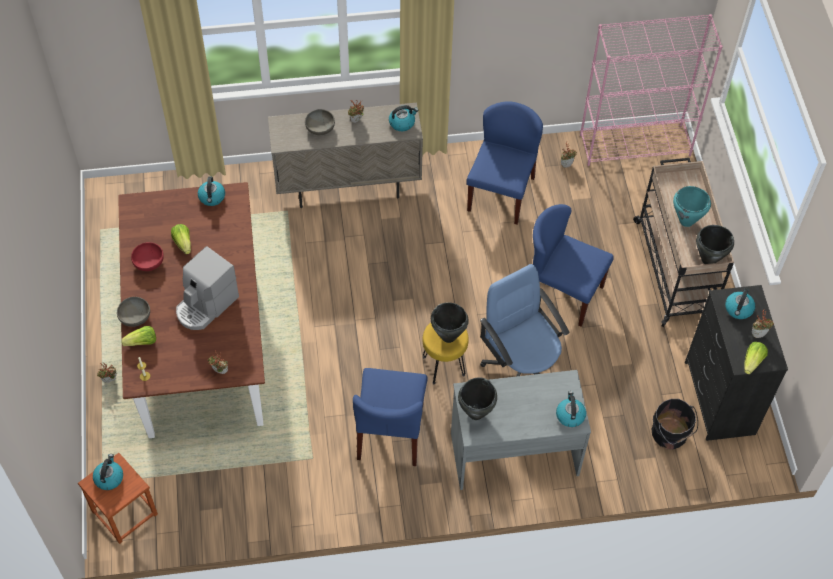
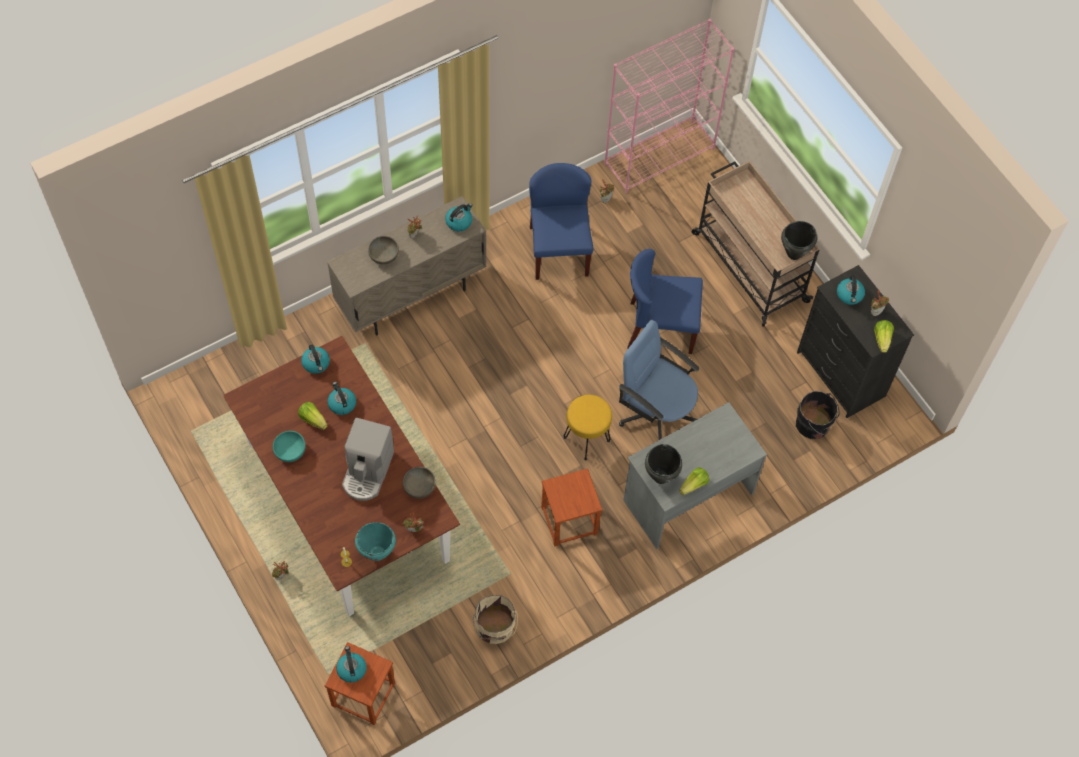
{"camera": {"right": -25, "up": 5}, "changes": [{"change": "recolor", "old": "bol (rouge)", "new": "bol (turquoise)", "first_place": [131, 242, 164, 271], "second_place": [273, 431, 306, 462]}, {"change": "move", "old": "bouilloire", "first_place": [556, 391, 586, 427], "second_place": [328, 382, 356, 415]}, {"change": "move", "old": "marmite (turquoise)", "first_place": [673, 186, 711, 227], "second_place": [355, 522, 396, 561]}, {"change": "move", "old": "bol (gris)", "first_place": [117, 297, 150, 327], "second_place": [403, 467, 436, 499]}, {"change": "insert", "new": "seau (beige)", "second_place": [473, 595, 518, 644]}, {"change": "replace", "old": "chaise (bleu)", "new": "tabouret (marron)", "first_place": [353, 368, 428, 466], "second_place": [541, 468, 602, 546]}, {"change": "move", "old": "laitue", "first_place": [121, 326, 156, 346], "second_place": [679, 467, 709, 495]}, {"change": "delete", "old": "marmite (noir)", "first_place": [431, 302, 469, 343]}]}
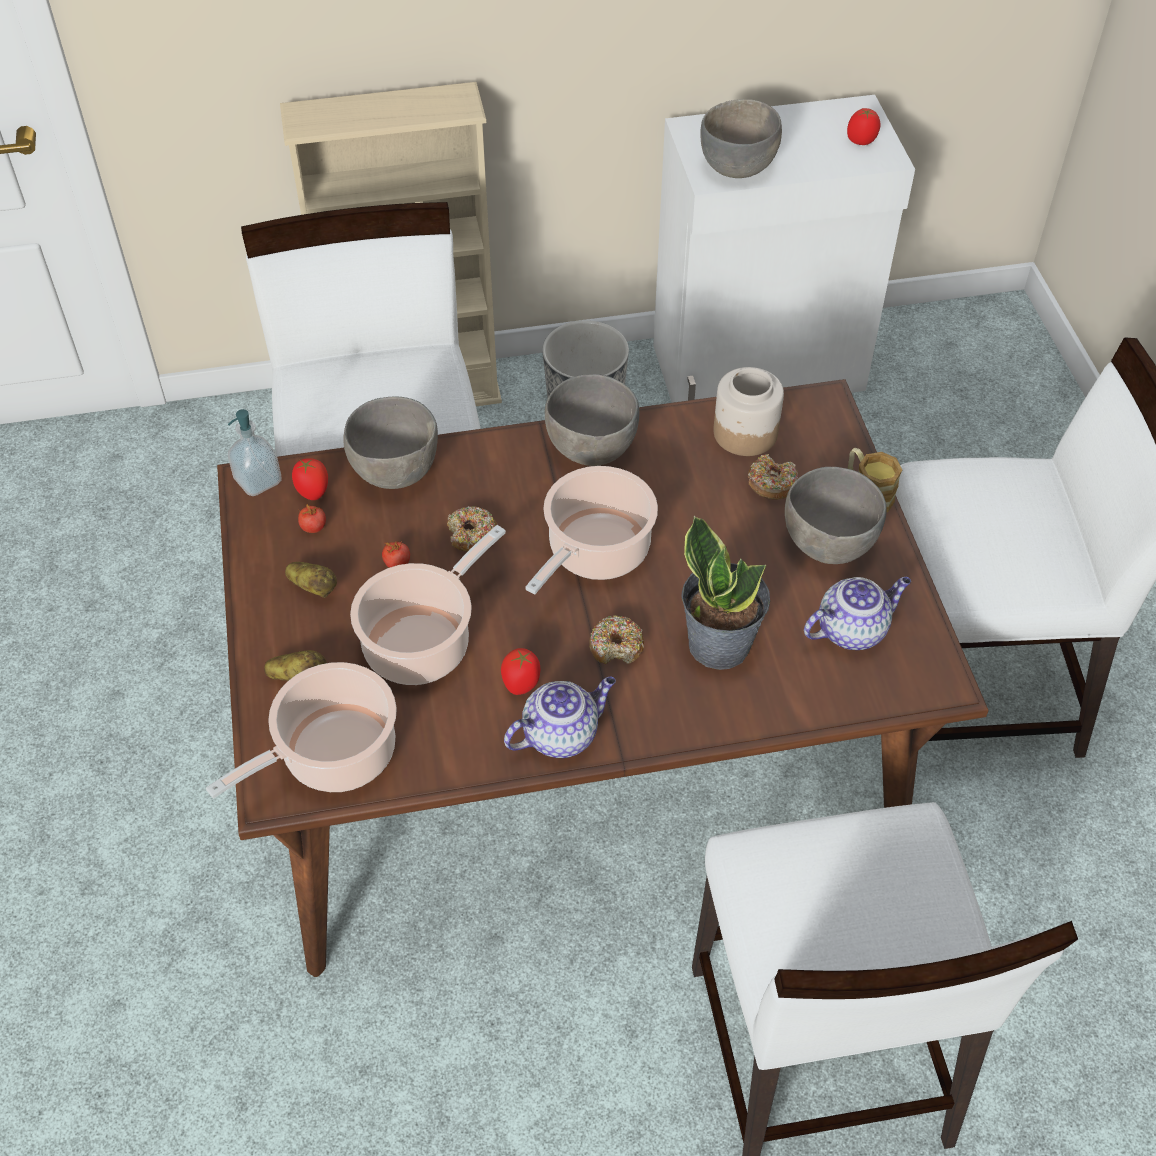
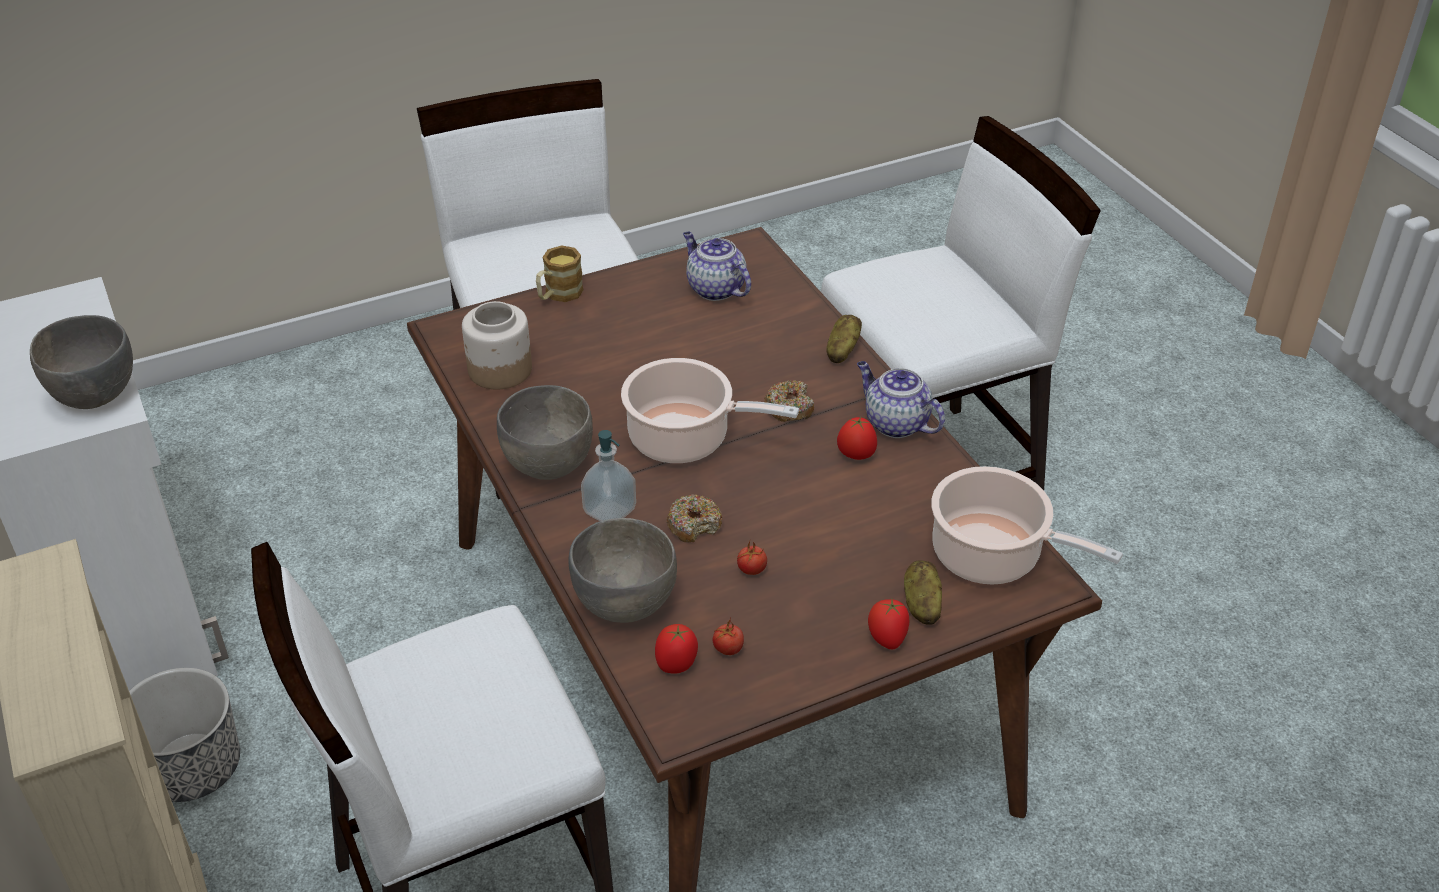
{"camera": {"right": -105, "up": -10}, "changes": [{"change": "move", "old": "distributeur de savon", "first_place": [228, 409, 282, 496], "second_place": [581, 430, 636, 521]}, {"change": "move", "old": "pomme de terre", "first_place": [285, 562, 337, 598], "second_place": [826, 315, 862, 363]}, {"change": "move", "old": "tomate", "first_place": [847, 108, 880, 145], "second_place": [868, 599, 909, 650]}, {"change": "delete", "old": "marmite", "first_place": [350, 525, 506, 685]}, {"change": "delete", "old": "plante en pot", "first_place": [681, 516, 770, 670]}, {"change": "delete", "old": "beignet", "first_place": [748, 454, 798, 500]}, {"change": "delete", "old": "bol (gris)", "first_place": [785, 467, 887, 564]}]}
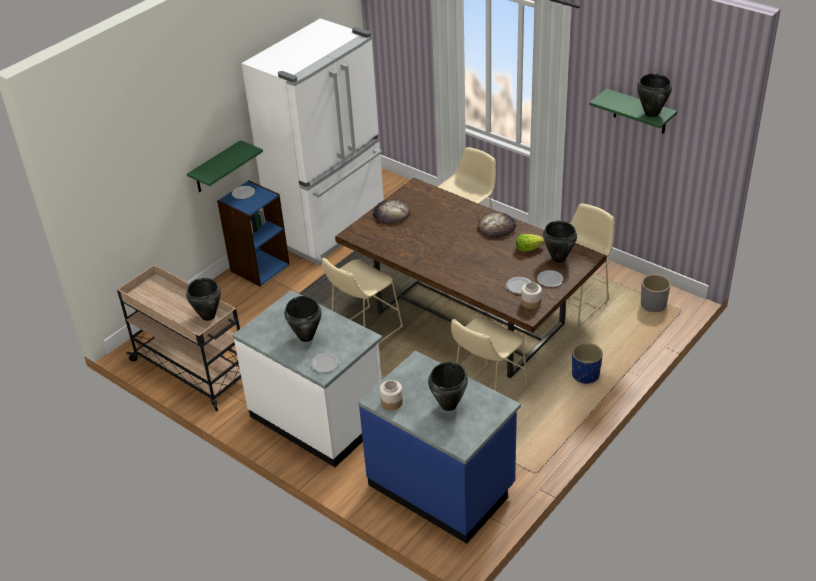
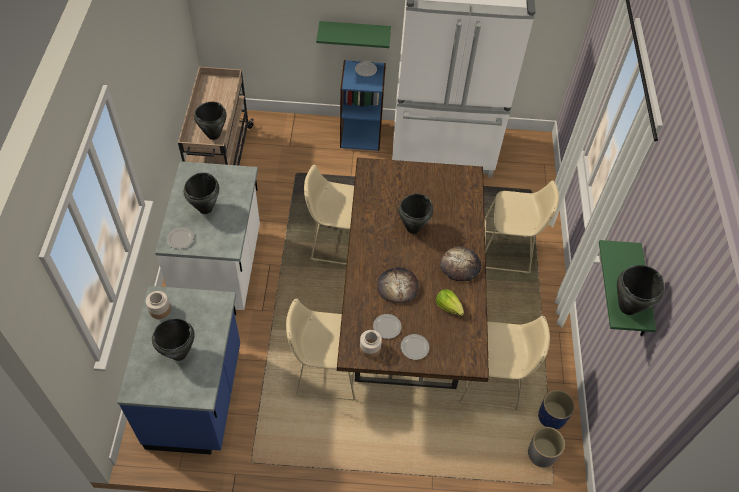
{"camera": {"right": 50, "up": 15}, "changes": [{"change": "move", "old": "pain", "first_place": [373, 199, 410, 224], "second_place": [377, 267, 419, 303]}, {"change": "move", "old": "marmite (noir)", "first_place": [543, 221, 577, 263], "second_place": [398, 194, 433, 234]}, {"change": "move", "old": "cache-pot (bleu)", "first_place": [572, 343, 603, 384], "second_place": [538, 390, 575, 429]}]}
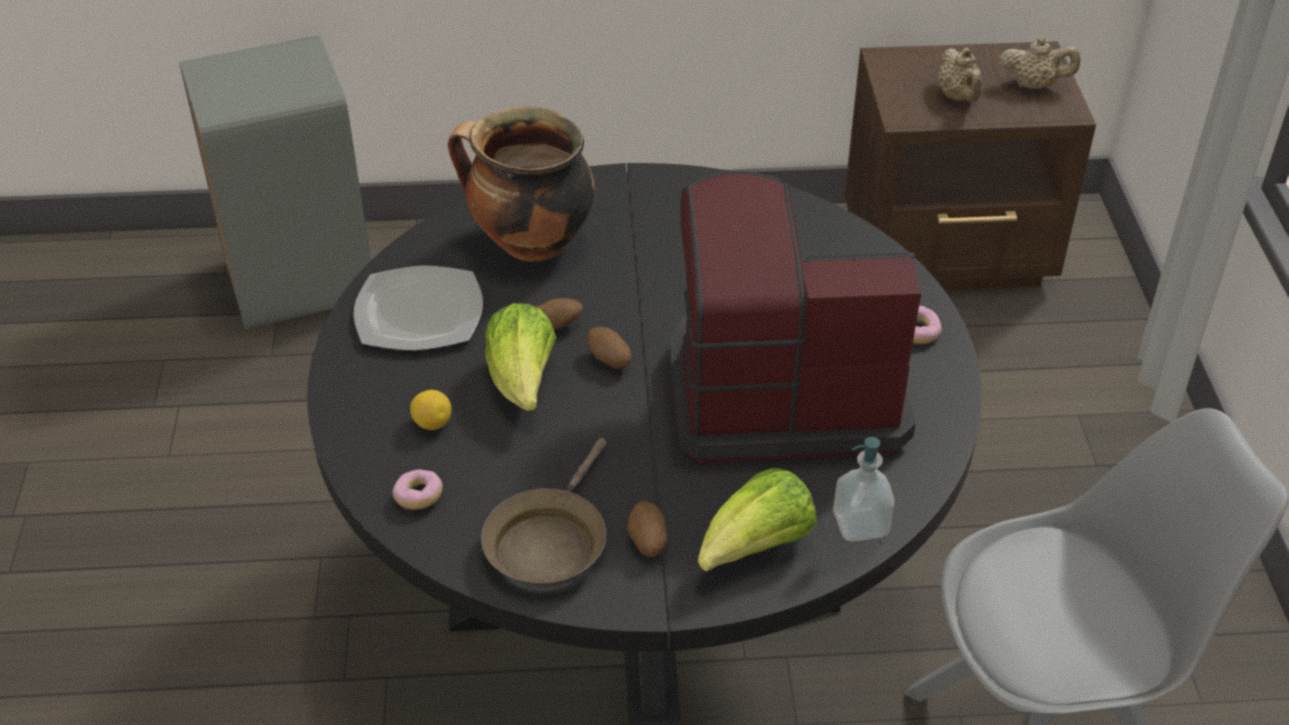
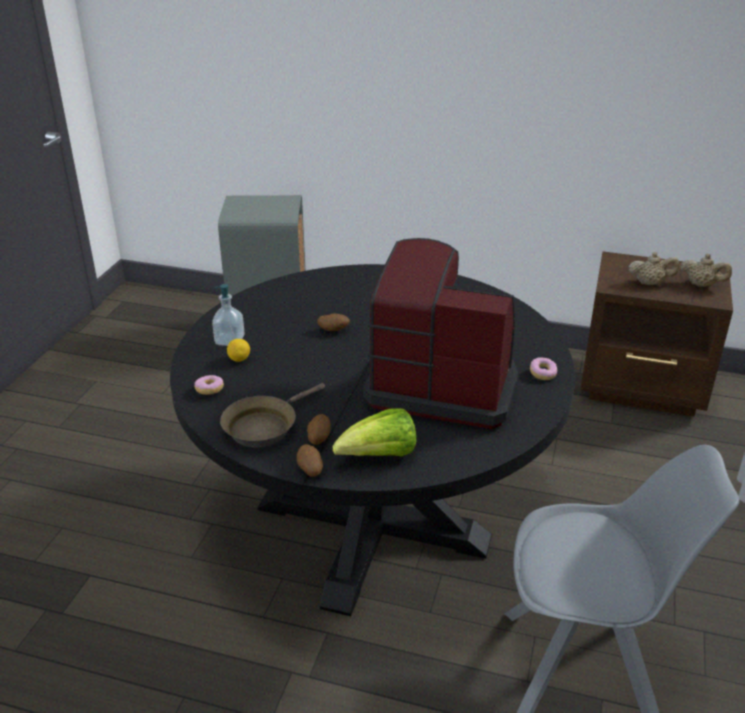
{"camera": {"right": 20, "up": -10}, "changes": [{"change": "move", "old": "distributeur de savon", "first_place": [833, 437, 894, 542], "second_place": [212, 284, 245, 346]}, {"change": "move", "old": "pomme de terre", "first_place": [587, 327, 632, 369], "second_place": [297, 445, 323, 477]}, {"change": "rotate", "old": "théière (beige)", "first_place": [938, 48, 982, 103], "second_place": [629, 252, 679, 285], "degrees": -90}, {"change": "delete", "old": "assiette", "first_place": [354, 265, 483, 351]}, {"change": "delete", "old": "marmite", "first_place": [448, 107, 594, 261]}, {"change": "delete", "old": "laitue", "first_place": [485, 303, 556, 411]}]}
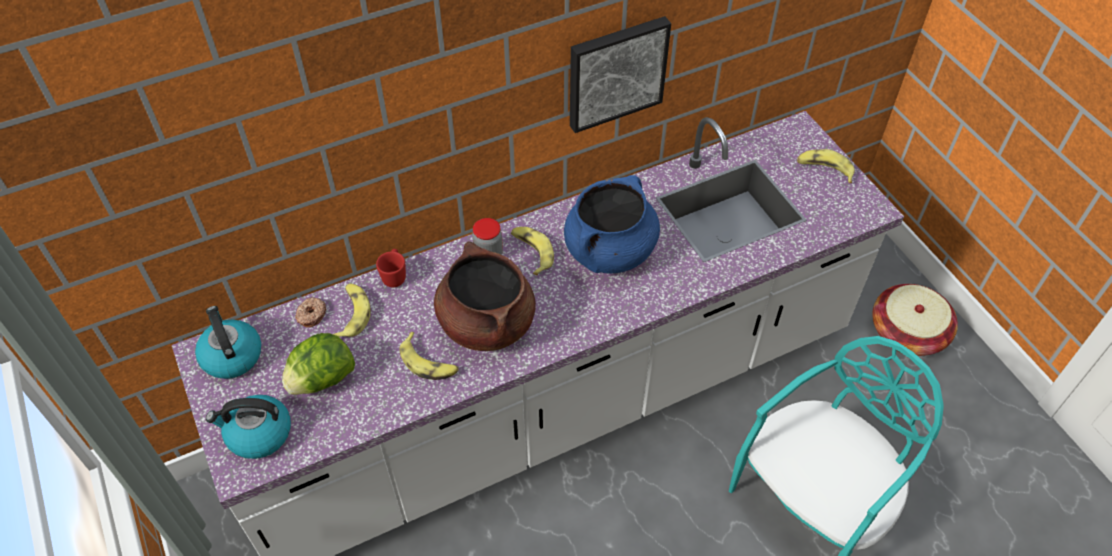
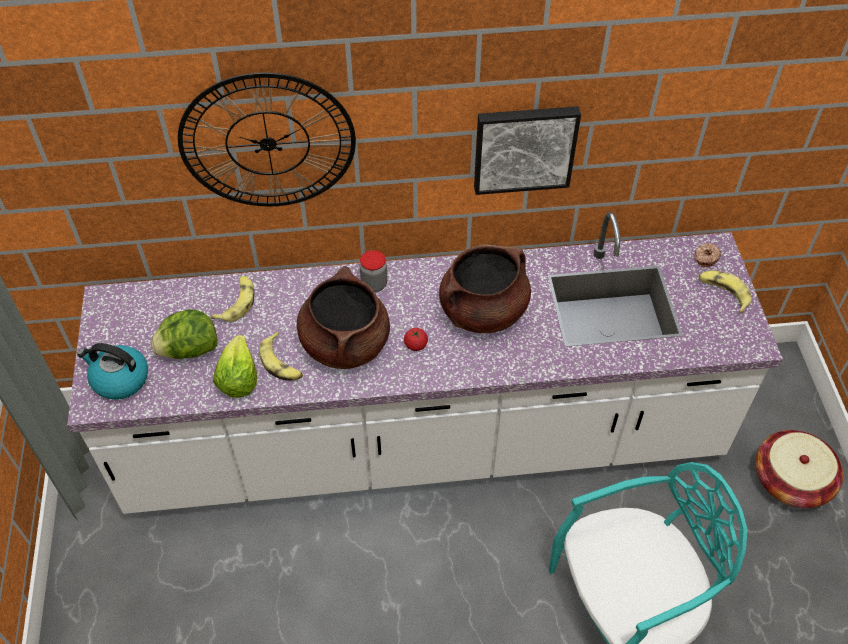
{"camera": {"right": 20, "up": 0}, "changes": [{"change": "insert", "new": "horloge murale", "second_place": [178, 72, 356, 206]}, {"change": "insert", "new": "laitue", "second_place": [213, 335, 257, 398]}, {"change": "insert", "new": "tomate", "second_place": [404, 328, 428, 351]}, {"change": "recolor", "old": "marmite (bleu)", "new": "marmite (marron)", "first_place": [564, 175, 660, 273], "second_place": [439, 244, 531, 333]}, {"change": "move", "old": "beignet", "first_place": [295, 297, 326, 327], "second_place": [694, 243, 721, 267]}, {"change": "delete", "old": "bouilloire", "first_place": [195, 306, 261, 379]}, {"change": "delete", "old": "mug (rouge)", "first_place": [376, 249, 406, 287]}, {"change": "delete", "old": "banane", "first_place": [511, 227, 554, 275]}]}
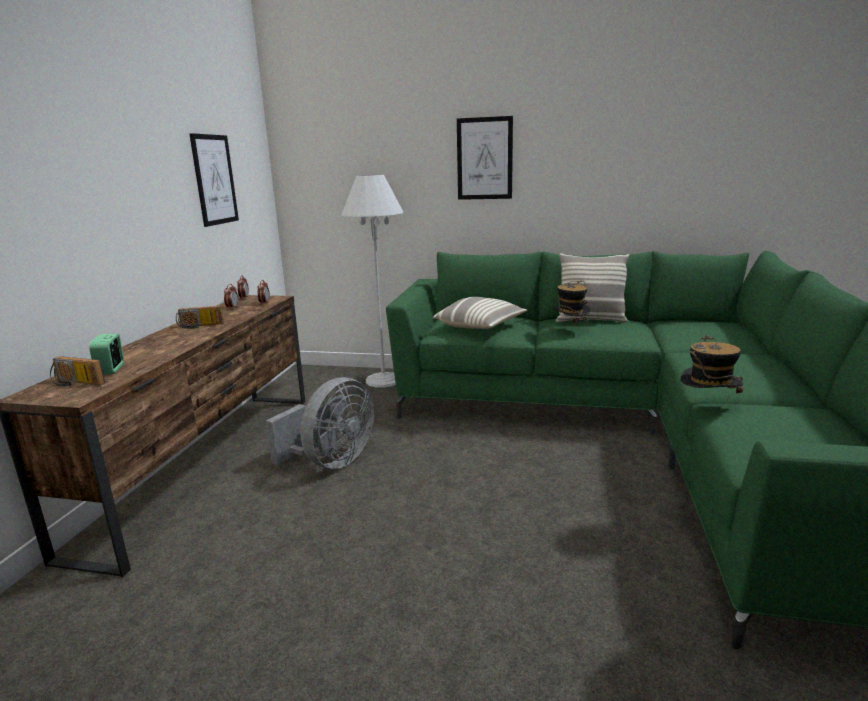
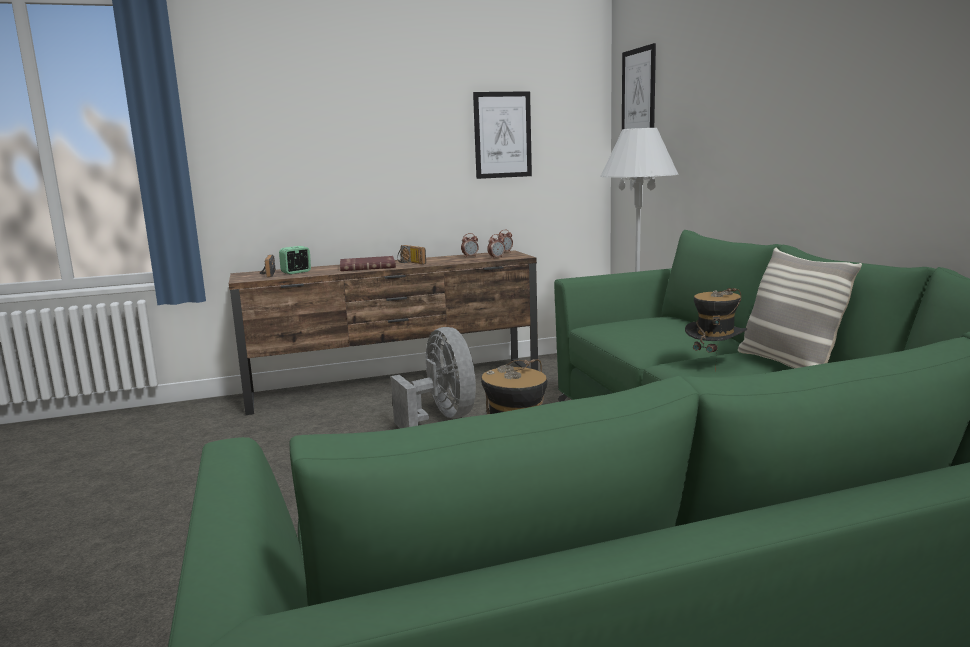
{"camera": {"right": 60, "up": -5}, "changes": [{"change": "insert", "new": "livre (rouge)", "second_place": [340, 256, 396, 271]}, {"change": "rotate", "old": "ventilateur (gris)", "first_place": [266, 377, 374, 469], "second_place": [391, 327, 476, 428], "degrees": -120}, {"change": "move", "old": "tableau", "first_place": [457, 116, 513, 200], "second_place": [622, 43, 656, 130]}, {"change": "delete", "old": "coussin", "first_place": [433, 297, 527, 329]}]}
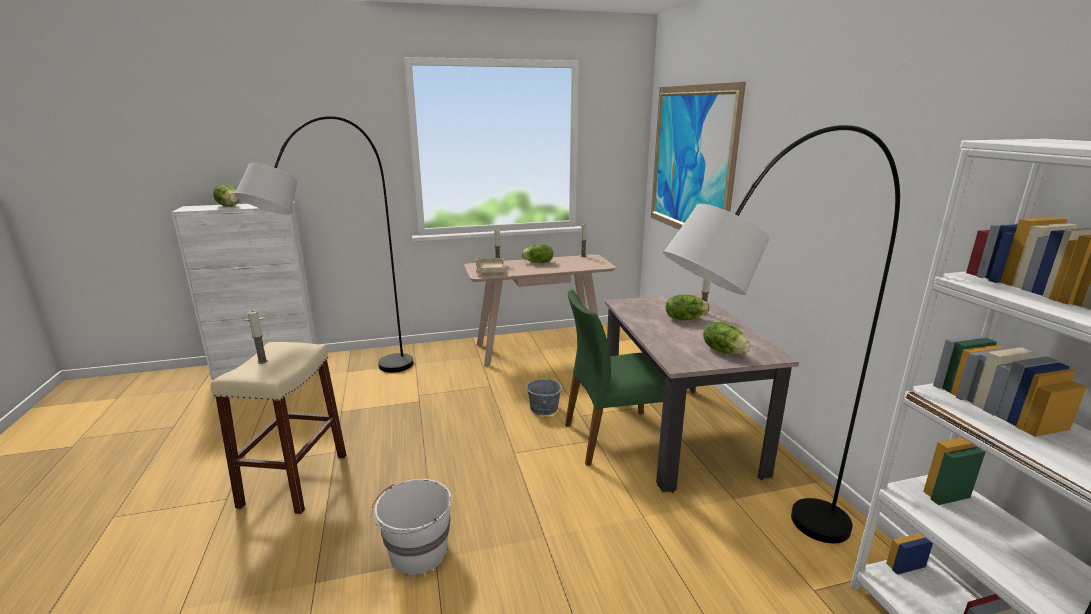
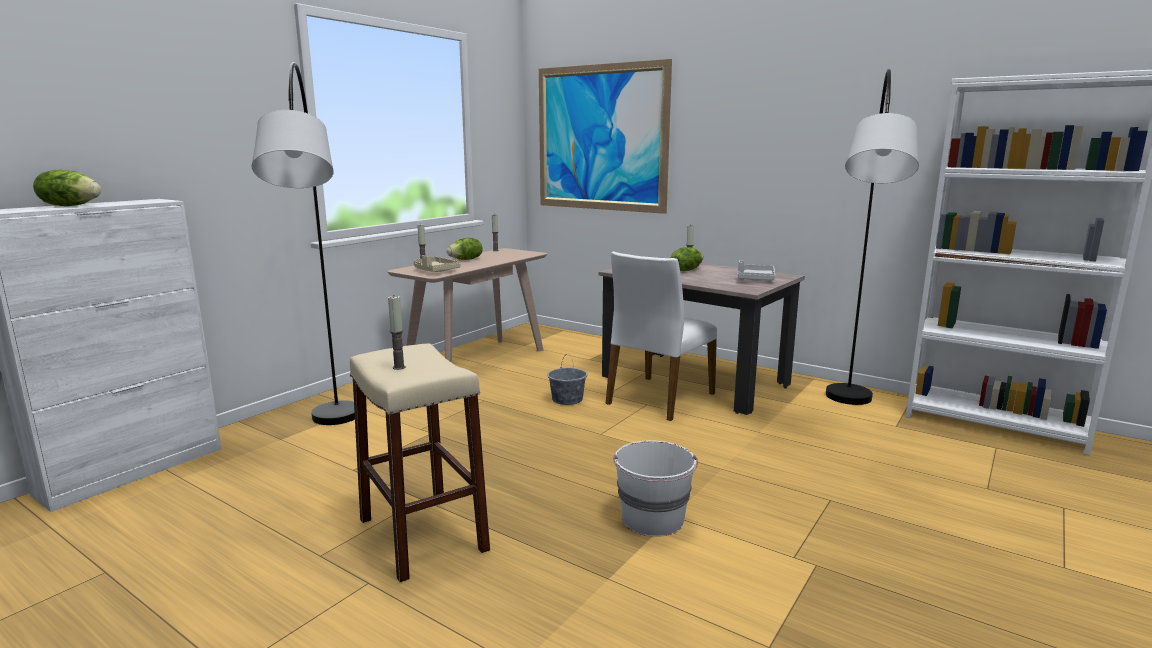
{"camera": {"right": -40, "up": -5}, "changes": [{"change": "recolor", "old": "chaise (vert)", "new": "chaise (blanc)", "first_place": [565, 290, 665, 466], "second_place": [606, 251, 717, 421]}, {"change": "replace", "old": "laitue", "new": "plateau (gris)", "first_place": [703, 322, 751, 354], "second_place": [738, 260, 775, 281]}]}
